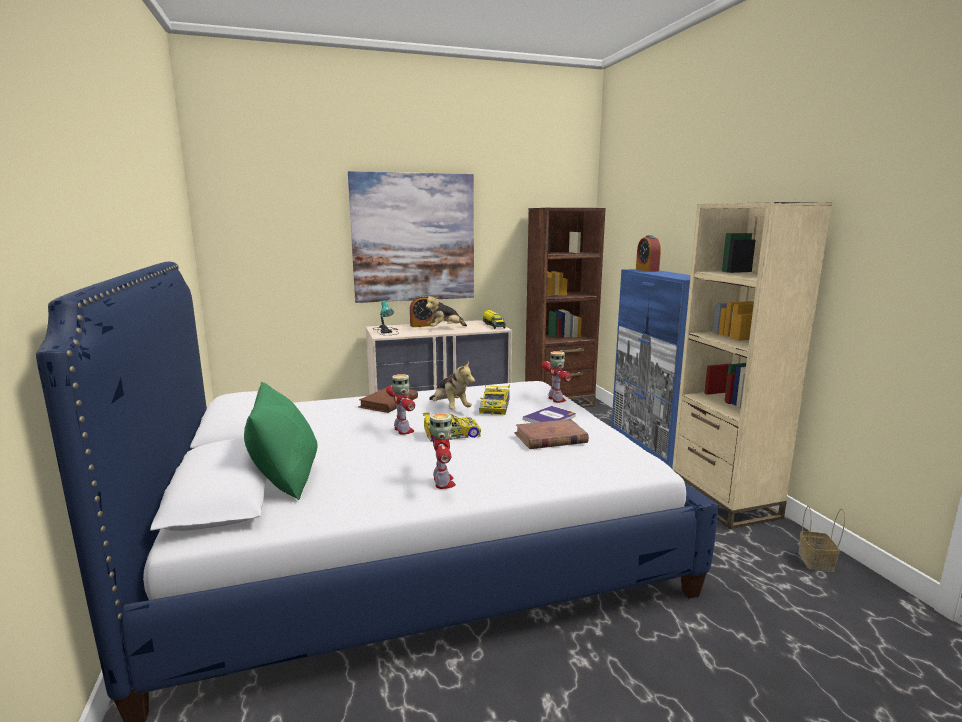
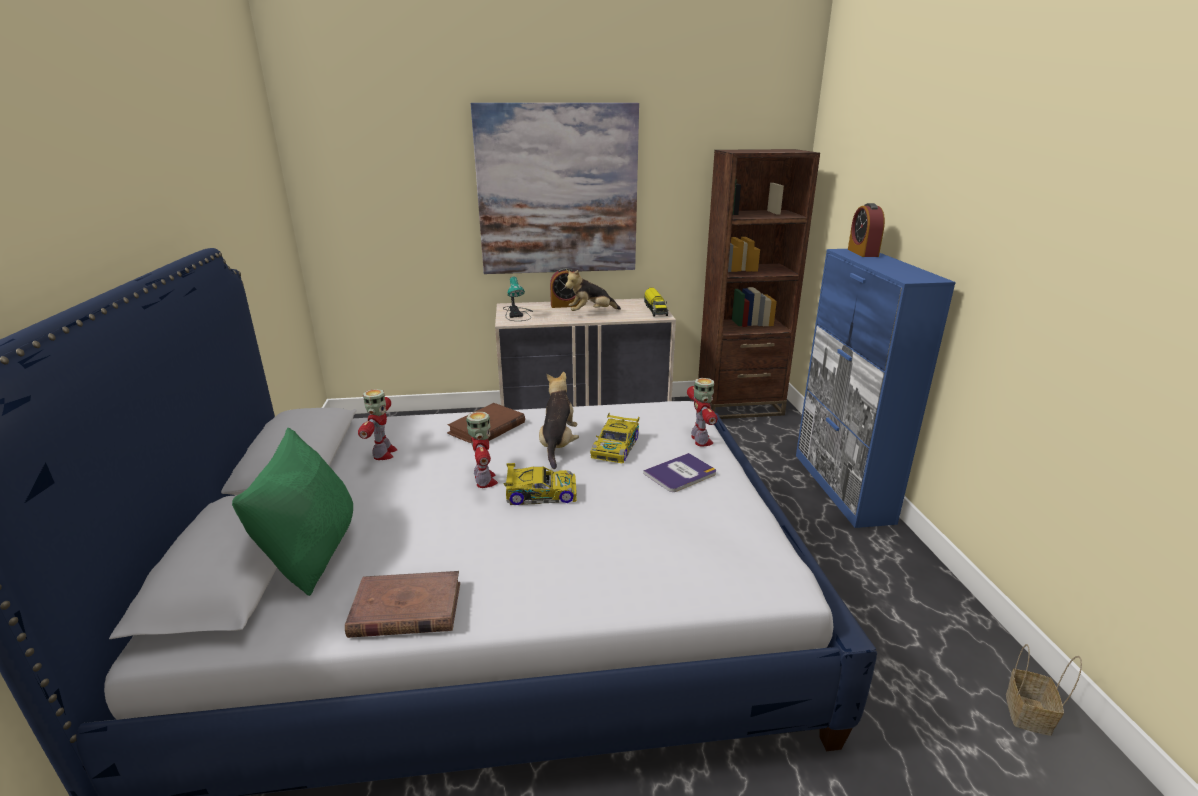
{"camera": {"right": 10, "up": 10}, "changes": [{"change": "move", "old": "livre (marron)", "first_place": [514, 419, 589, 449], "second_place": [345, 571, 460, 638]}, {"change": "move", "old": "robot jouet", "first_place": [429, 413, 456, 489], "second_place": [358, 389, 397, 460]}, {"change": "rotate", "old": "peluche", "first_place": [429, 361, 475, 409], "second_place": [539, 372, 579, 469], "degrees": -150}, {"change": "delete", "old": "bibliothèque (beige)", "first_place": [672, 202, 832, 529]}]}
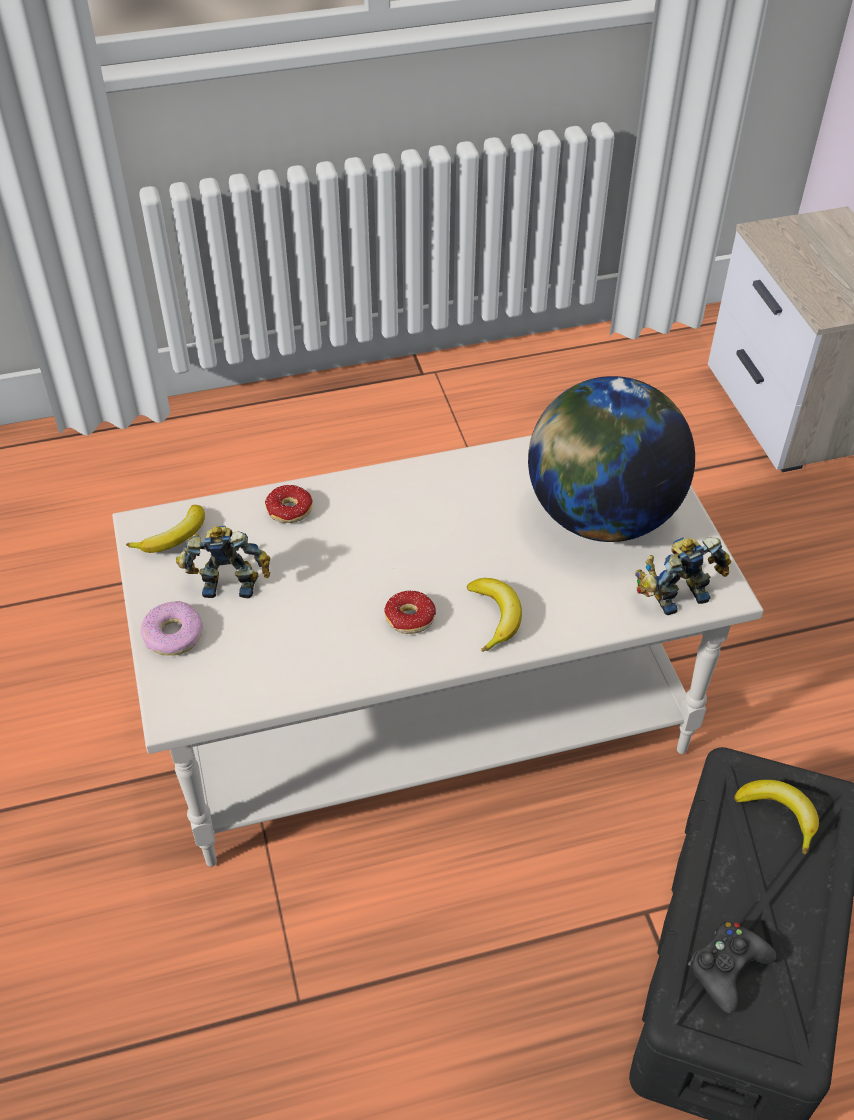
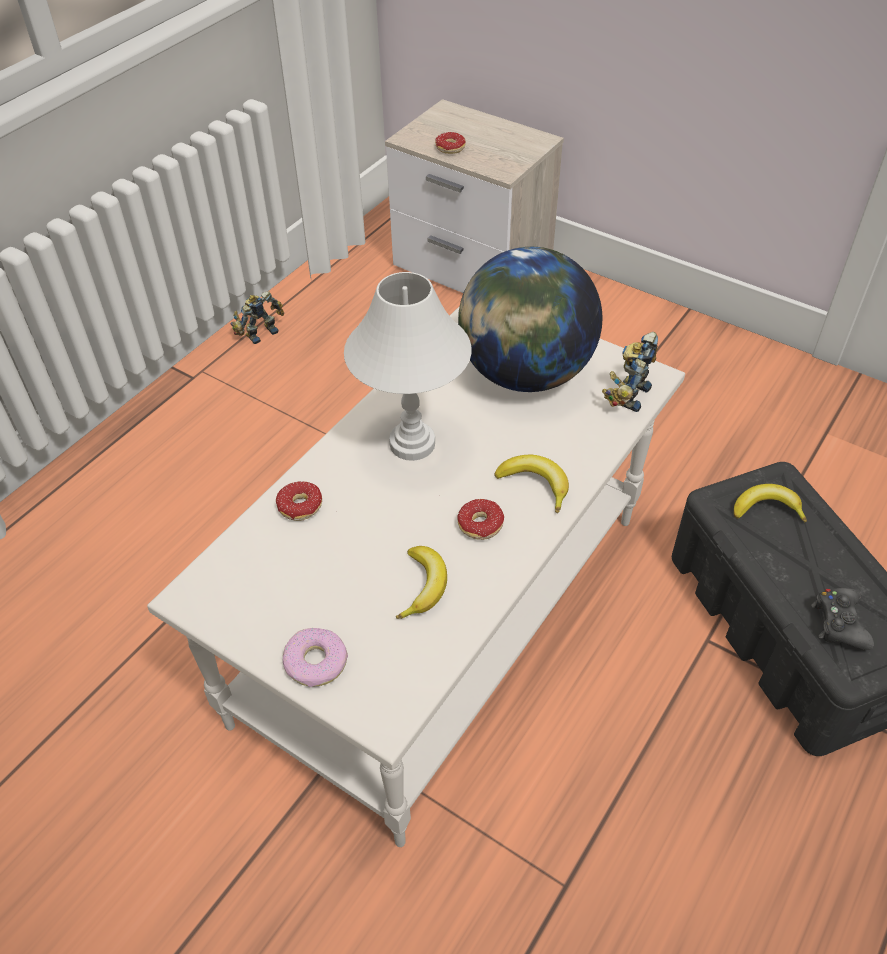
{"camera": {"right": -40, "up": 0}, "changes": [{"change": "move", "old": "robot jouet", "first_place": [176, 525, 270, 598], "second_place": [231, 291, 284, 344]}, {"change": "insert", "new": "lampe de table (blanc)", "second_place": [344, 272, 472, 461]}, {"change": "move", "old": "banane", "first_place": [126, 505, 205, 553], "second_place": [396, 546, 447, 619]}, {"change": "insert", "new": "beignet", "second_place": [435, 132, 466, 154]}]}
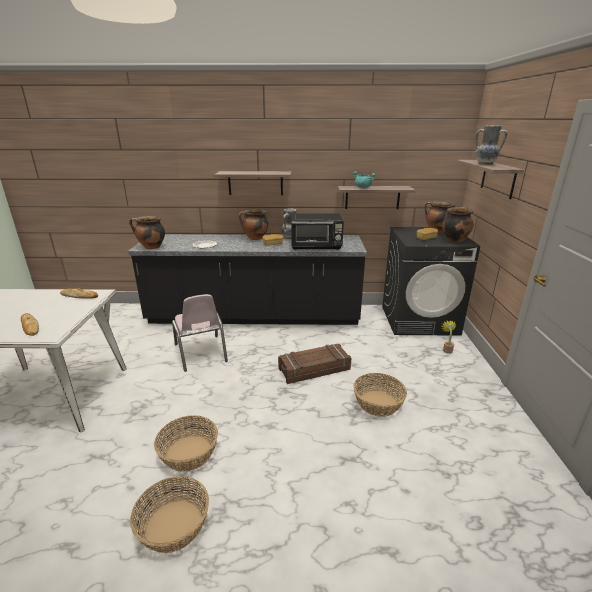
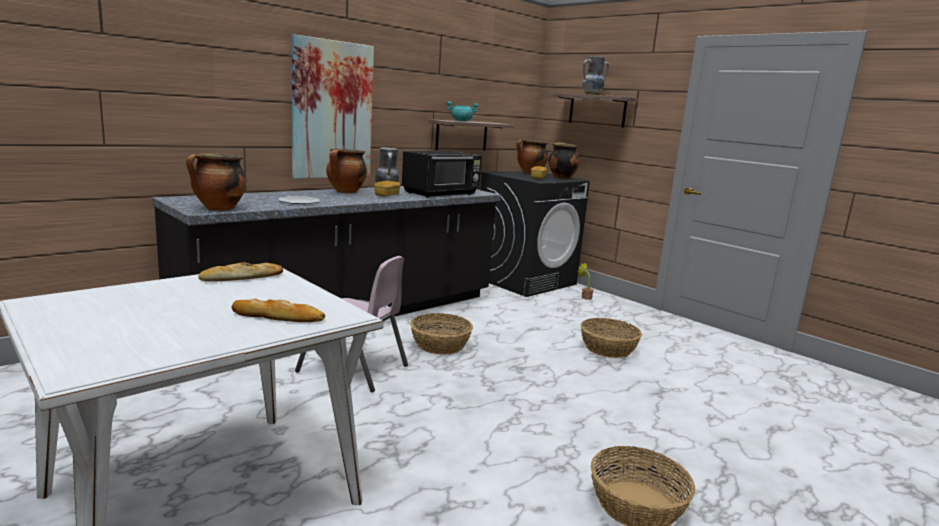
{"camera": {"right": -45, "up": -10}, "changes": [{"change": "replace", "old": "étagère", "new": "tableau", "first_place": [214, 171, 291, 195], "second_place": [292, 34, 374, 179]}, {"change": "move", "old": "panier", "first_place": [154, 415, 218, 472], "second_place": [410, 313, 473, 355]}, {"change": "delete", "old": "caisse", "first_place": [278, 344, 351, 384]}]}
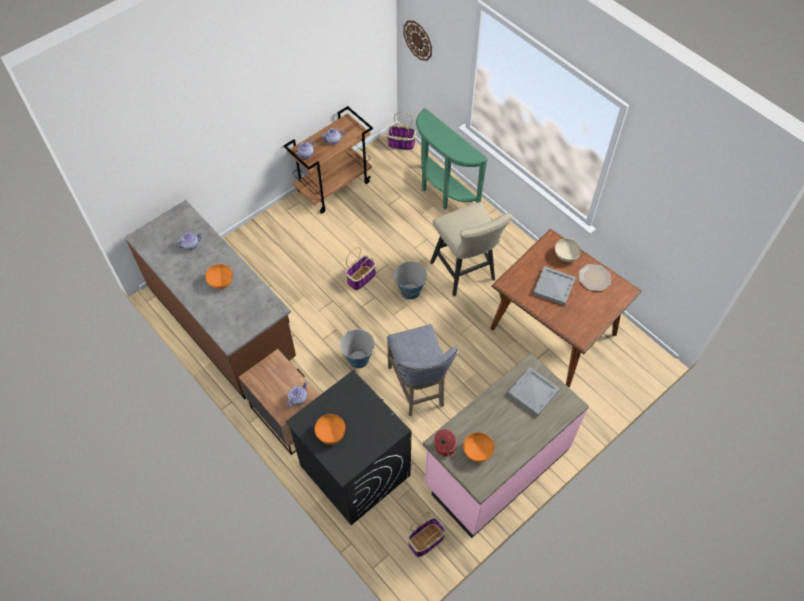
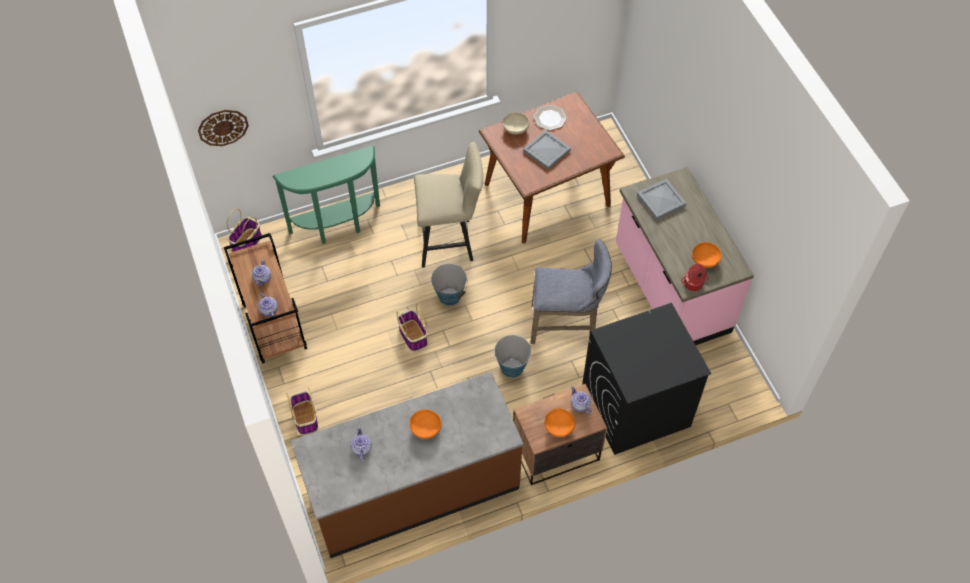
{"camera": {"right": -70, "up": 0}, "changes": [{"change": "move", "old": "panier", "first_place": [408, 512, 446, 557], "second_place": [286, 387, 318, 435]}, {"change": "move", "old": "bol (orange)", "first_place": [315, 414, 345, 445], "second_place": [545, 409, 575, 437]}]}
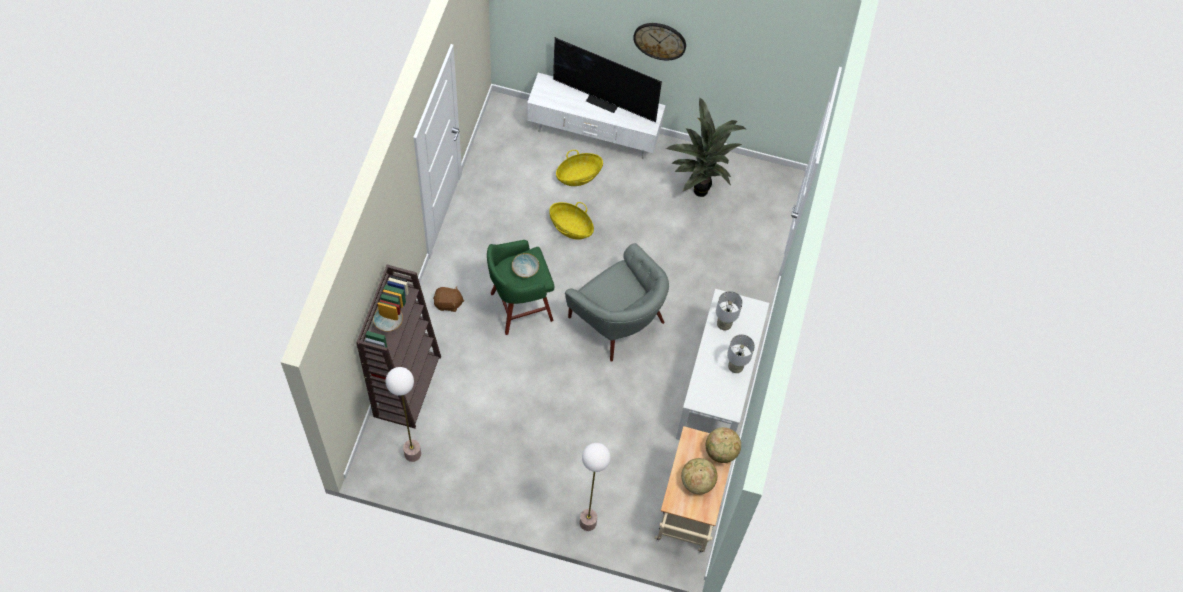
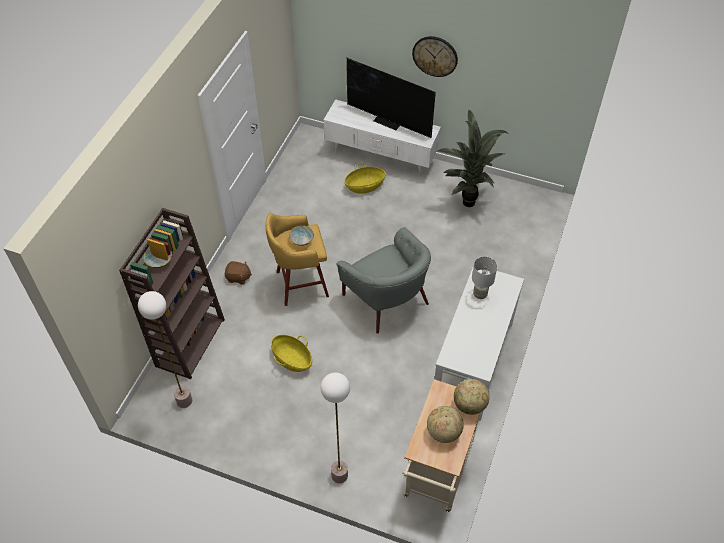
{"camera": {"right": 10, "up": -10}, "changes": [{"change": "recolor", "old": "tabouret (vert)", "new": "tabouret (jaune)", "first_place": [487, 240, 554, 335], "second_place": [266, 213, 329, 306]}, {"change": "move", "old": "panier", "first_place": [549, 202, 594, 240], "second_place": [271, 335, 312, 372]}, {"change": "delete", "old": "lampe de table (gris)", "first_place": [727, 334, 755, 373]}]}
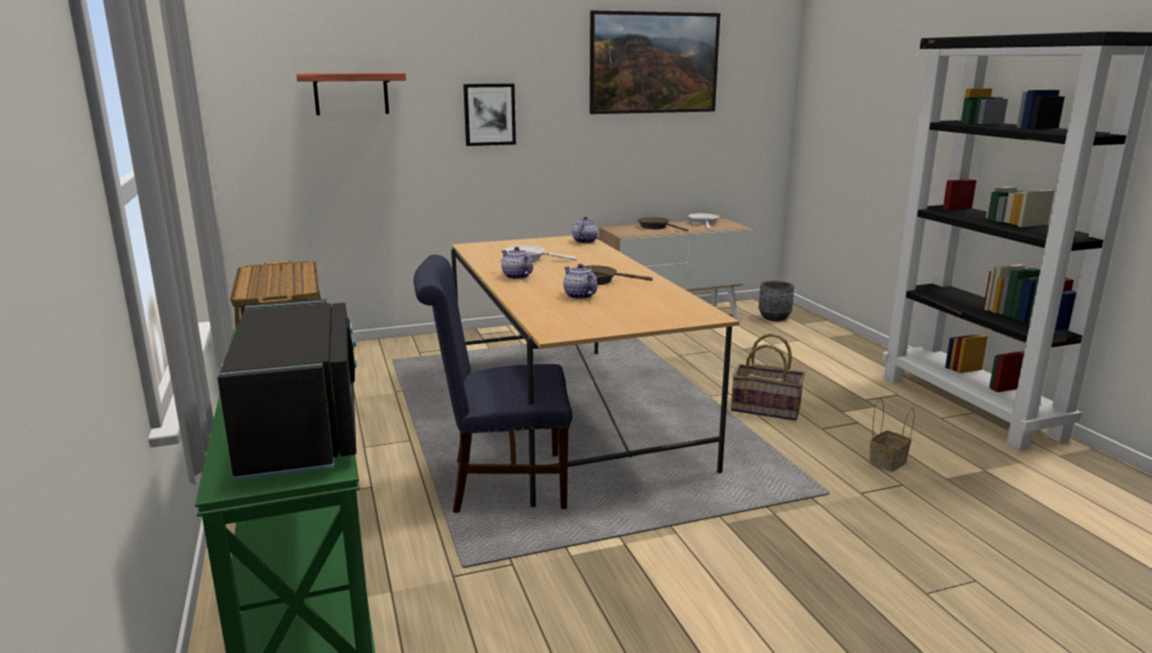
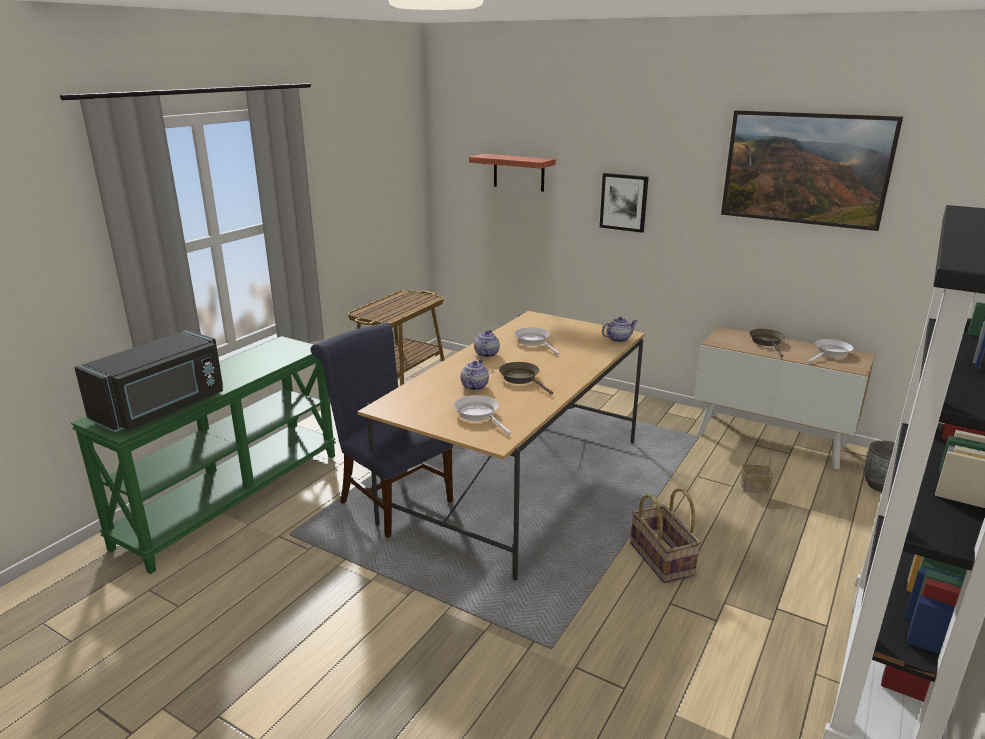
{"camera": {"right": 50, "up": 5}, "changes": [{"change": "insert", "new": "poêle (blanc)", "second_place": [454, 395, 511, 435]}, {"change": "move", "old": "panier", "first_place": [869, 398, 915, 472], "second_place": [740, 437, 773, 493]}]}
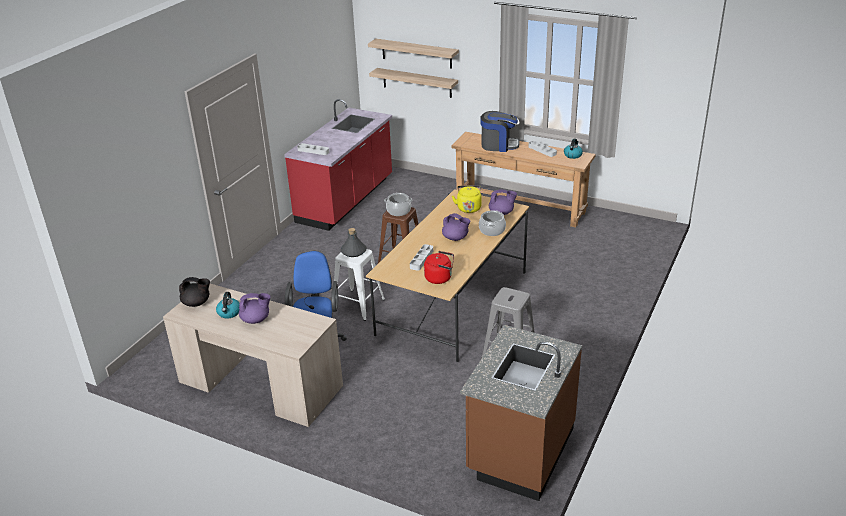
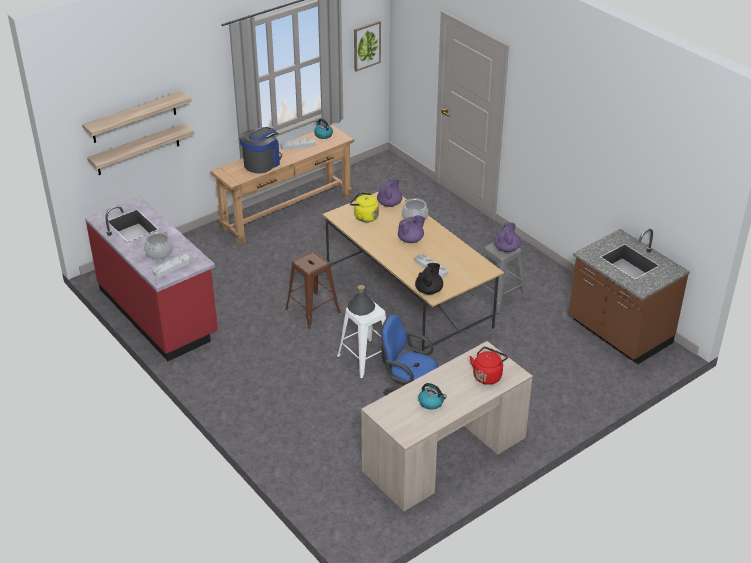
{"camera": {"right": -65, "up": 5}, "changes": [{"change": "move", "old": "marmite", "first_place": [384, 193, 412, 216], "second_place": [144, 232, 173, 259]}, {"change": "insert", "new": "tableau", "second_place": [354, 21, 381, 72]}, {"change": "move", "old": "théière (noir)", "first_place": [179, 277, 210, 307], "second_place": [415, 263, 443, 294]}, {"change": "move", "old": "bouilloire (rouge)", "first_place": [424, 251, 454, 284], "second_place": [469, 347, 508, 385]}, {"change": "move", "old": "théière (violet)", "first_place": [239, 293, 271, 324], "second_place": [494, 222, 521, 252]}]}
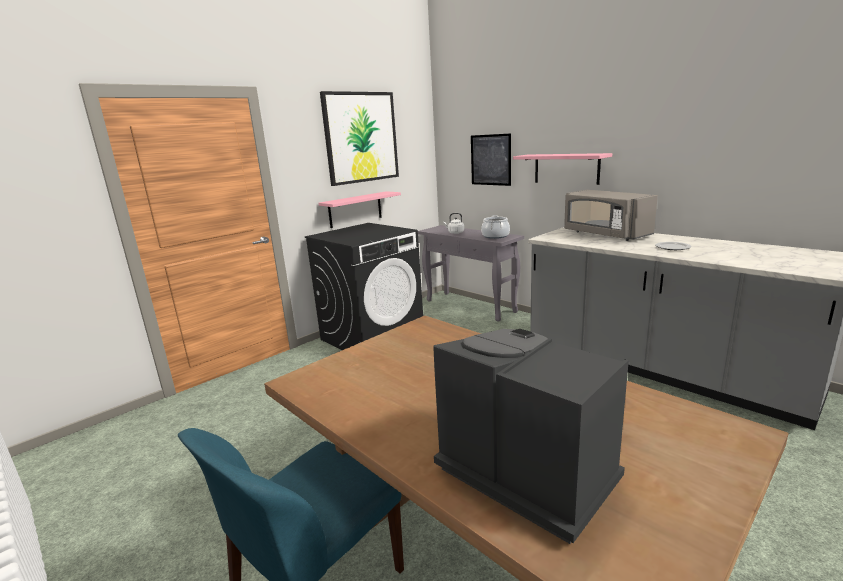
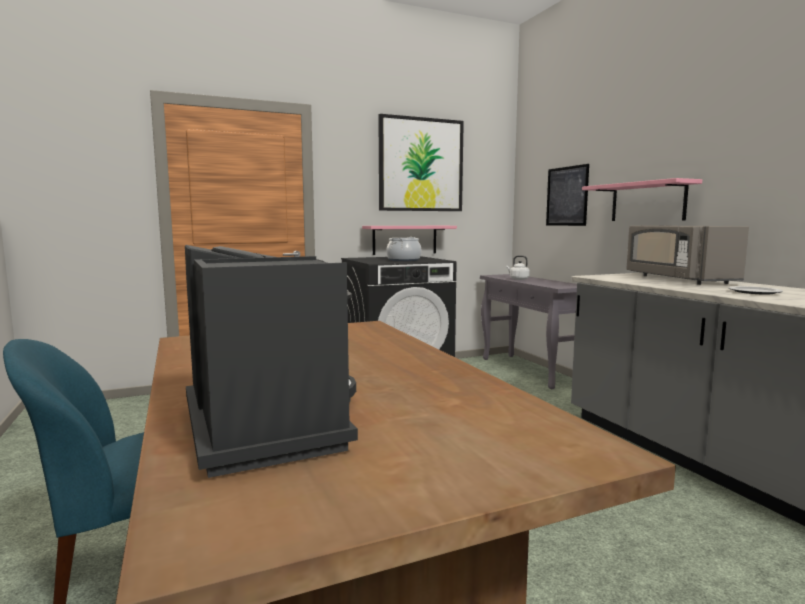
{"camera": {"right": 20, "up": -10}, "changes": [{"change": "move", "old": "marmite", "first_place": [481, 215, 510, 239], "second_place": [386, 237, 422, 261]}]}
